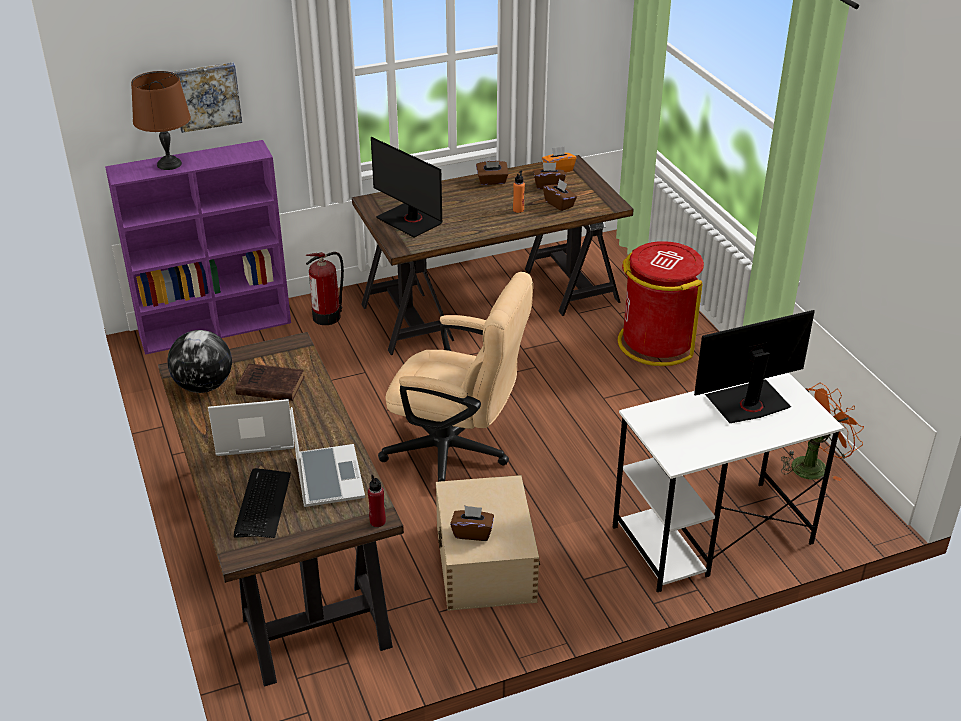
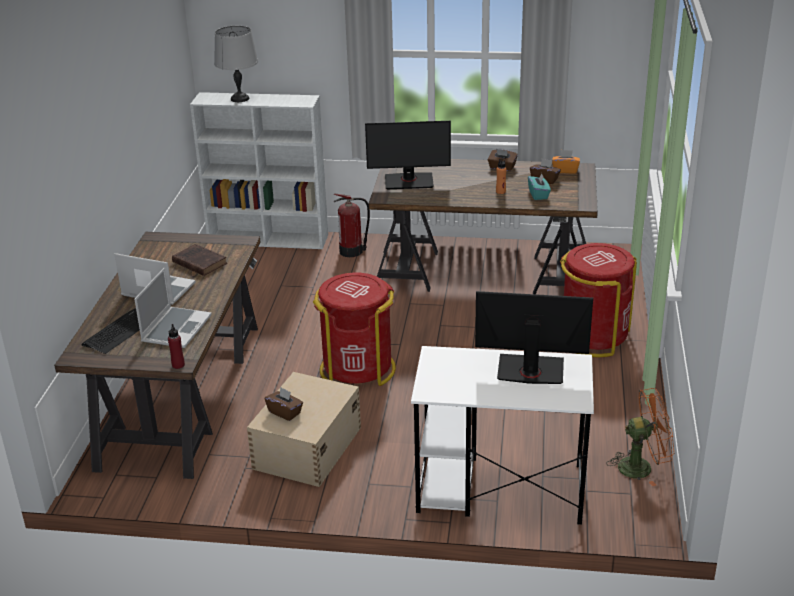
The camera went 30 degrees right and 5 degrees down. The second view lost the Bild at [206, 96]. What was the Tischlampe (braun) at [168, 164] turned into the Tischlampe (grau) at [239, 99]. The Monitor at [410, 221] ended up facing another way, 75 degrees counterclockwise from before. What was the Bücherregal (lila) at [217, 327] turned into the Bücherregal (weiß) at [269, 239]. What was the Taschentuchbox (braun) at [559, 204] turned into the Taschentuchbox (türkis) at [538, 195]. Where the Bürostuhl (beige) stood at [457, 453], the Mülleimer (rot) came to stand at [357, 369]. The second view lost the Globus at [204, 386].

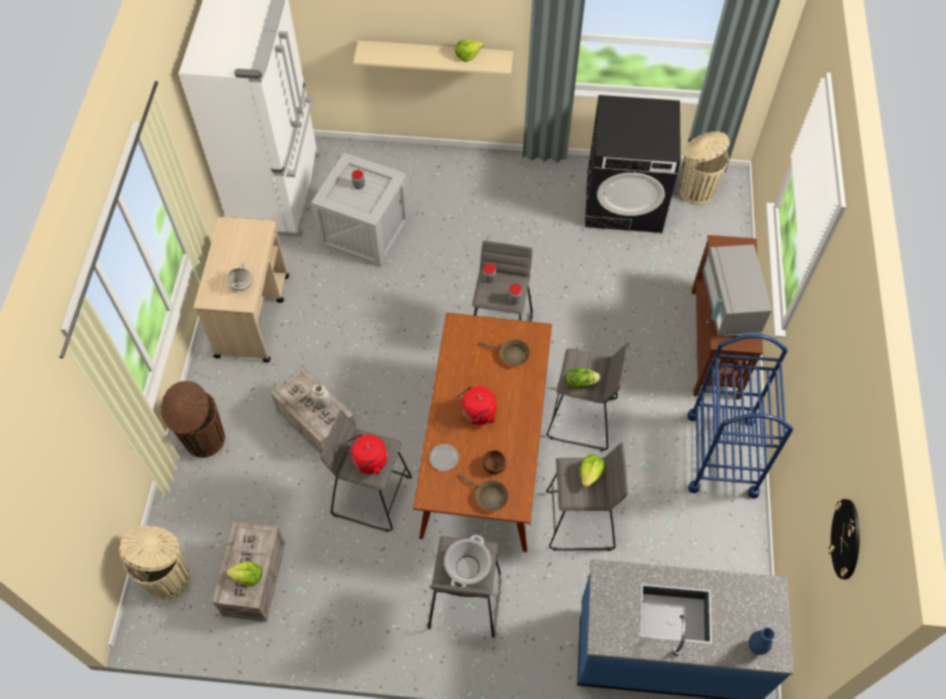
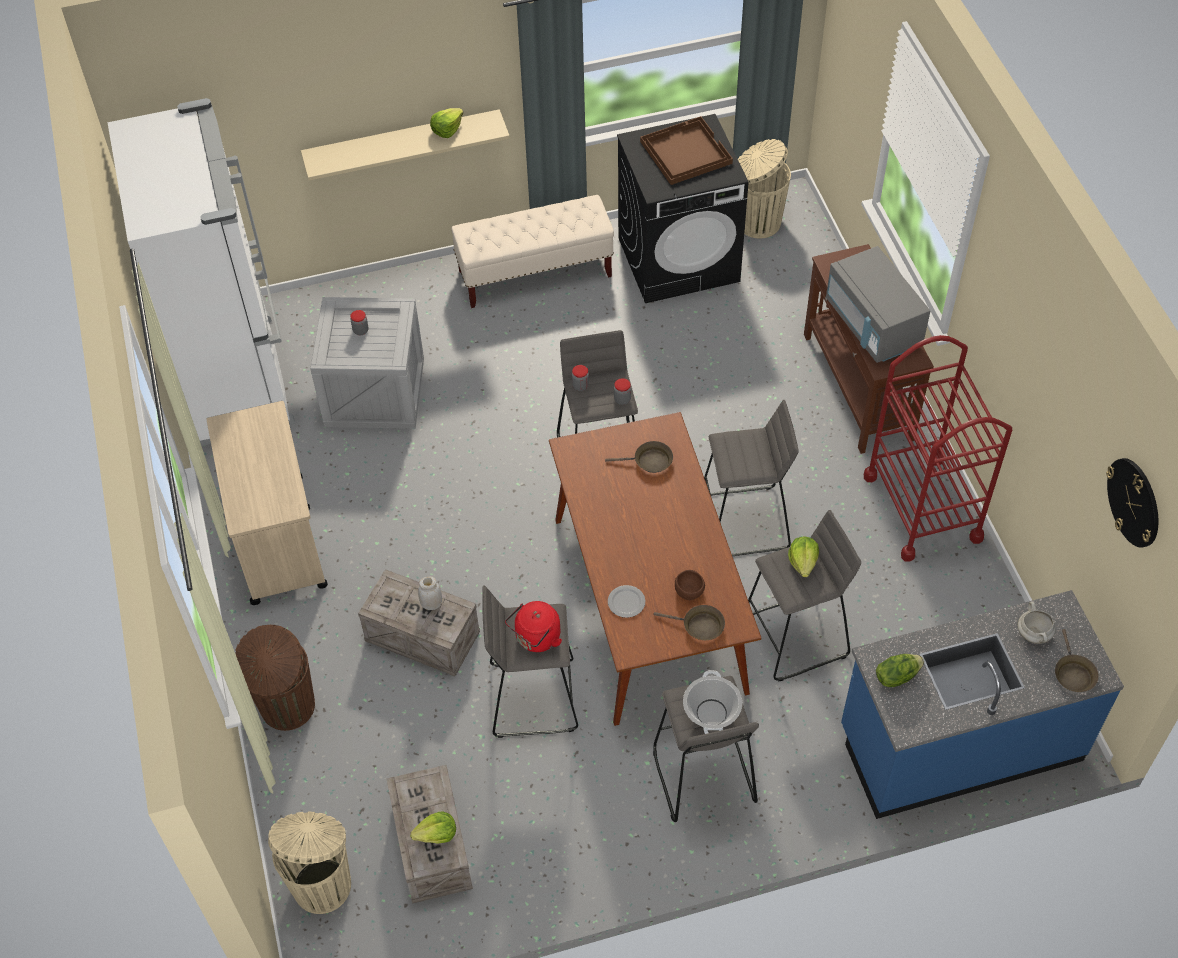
The camera went 20 degrees left and 5 degrees down. The Kochtopf (weiß) ended up elsewhere, having gone from [241, 285] to [1034, 634]. What was the Rollwagen (blau) at [722, 454] turned into the Rollwagen (rot) at [922, 507]. The Salatkopf ended up elsewhere, having gone from [580, 382] to [896, 676]. The second view lost the Wasserkessel (rot) at [477, 414]. Where the Vase (blau) stood at [756, 647], the Pfanne (braun) came to stand at [1073, 673]. The second view gained the Tablett (braun) at [685, 152]. The second view gained the Bank (beige) at [535, 274].

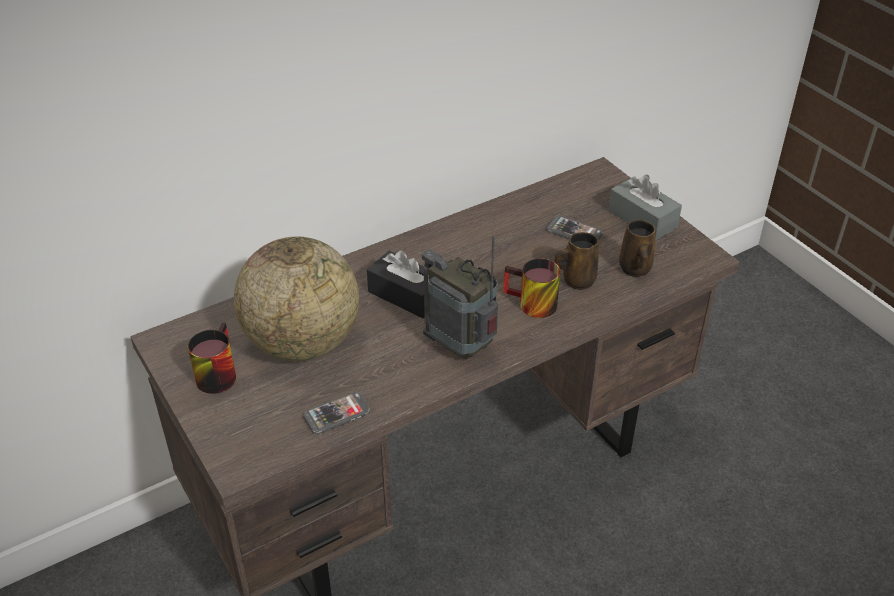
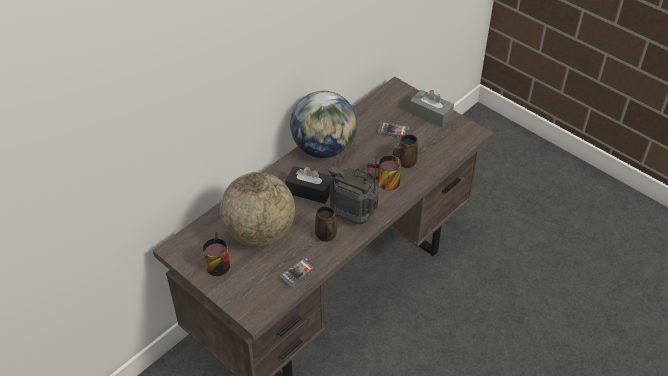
The camera went 15 degrees left and 5 degrees up. The Henkelbecher (braun) ended up elsewhere, having gone from [635, 269] to [326, 235]. The second view gained the Globus at [324, 148].

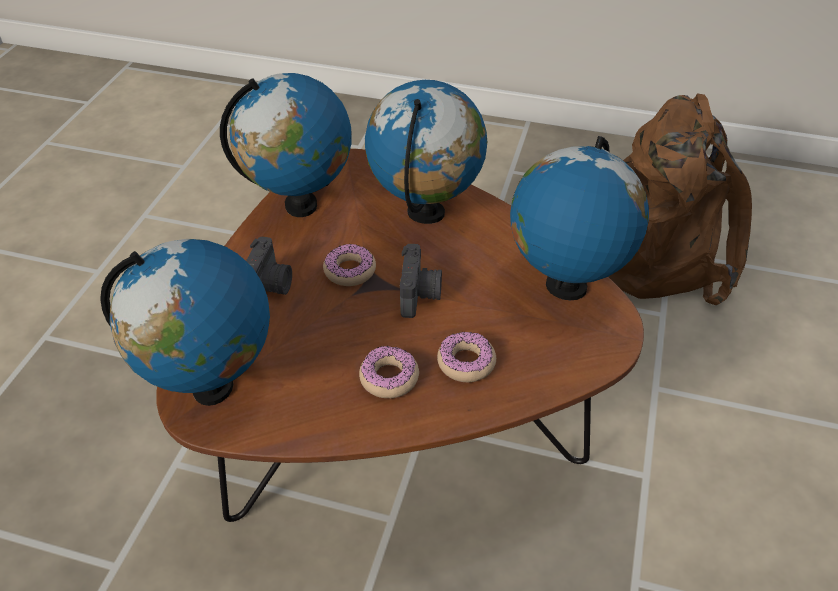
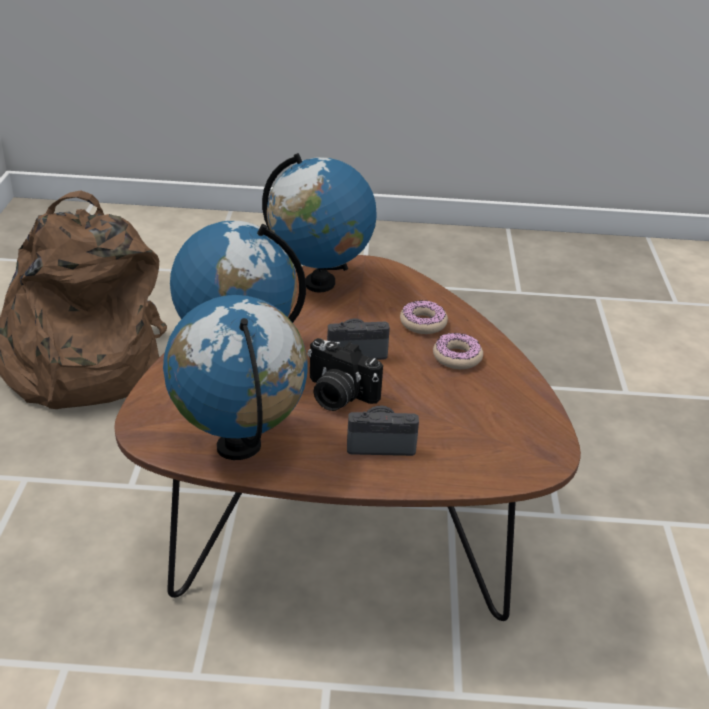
The camera went 105 degrees left and 10 degrees down. The second view lost the Globus at [212, 387]. Where the Donut stood at [350, 271], the Kamera came to stand at [337, 395].

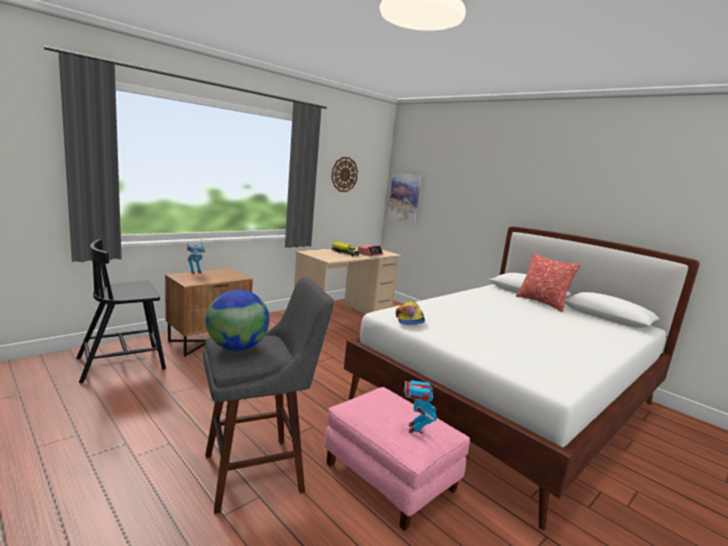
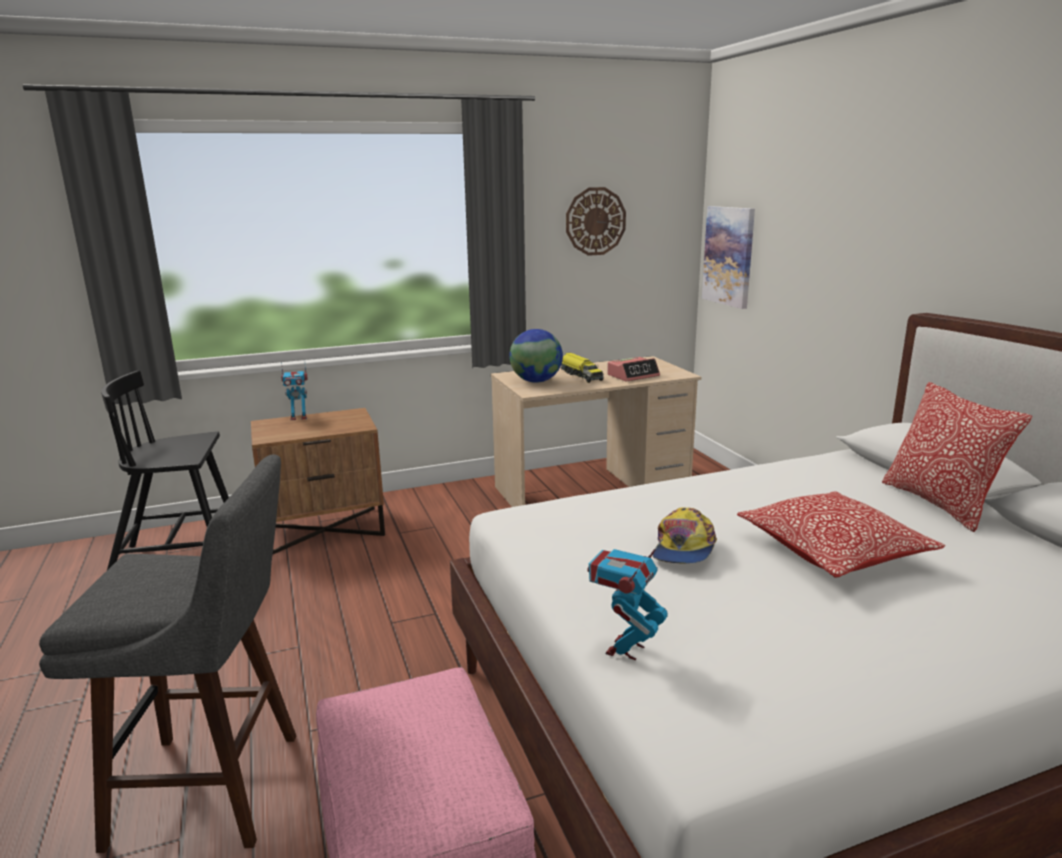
The camera went 25 degrees right and 5 degrees up. The Globus ended up elsewhere, having gone from [237, 348] to [536, 381]. The Kappe ended up elsewhere, having gone from [409, 319] to [683, 548]. The Spielzeugroboter ended up elsewhere, having gone from [415, 429] to [625, 649]. The second view gained the Kissen at [832, 552].

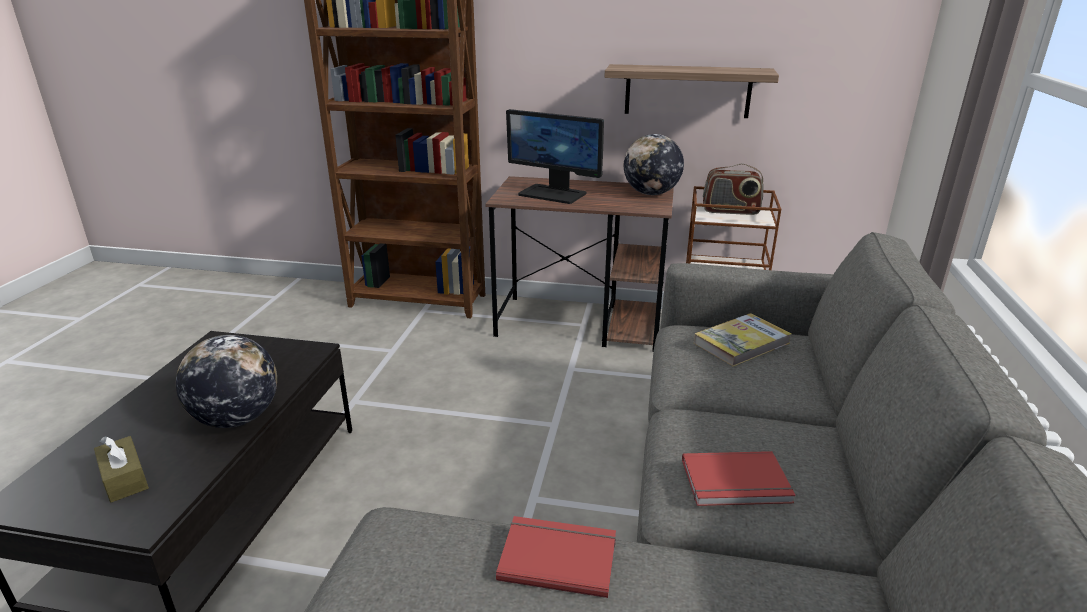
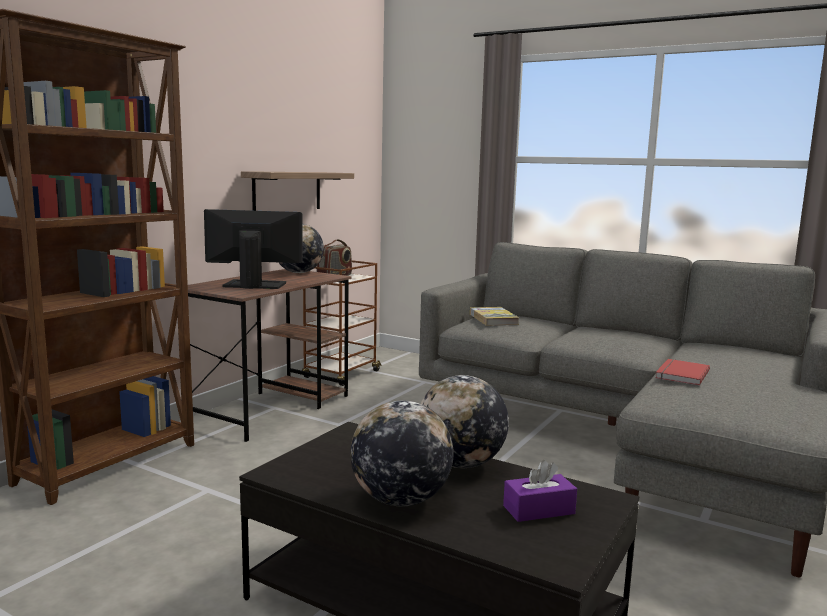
The camera went 70 degrees left and 15 degrees down. The Monitor at [553, 194] ended up facing another way, 135 degrees counterclockwise from before. What was the Taschentuchbox (braun) at [124, 478] turned into the Taschentuchbox (lila) at [539, 510]. The second view lost the Buch (rot) at [737, 483]. The second view gained the Globus at [400, 500].

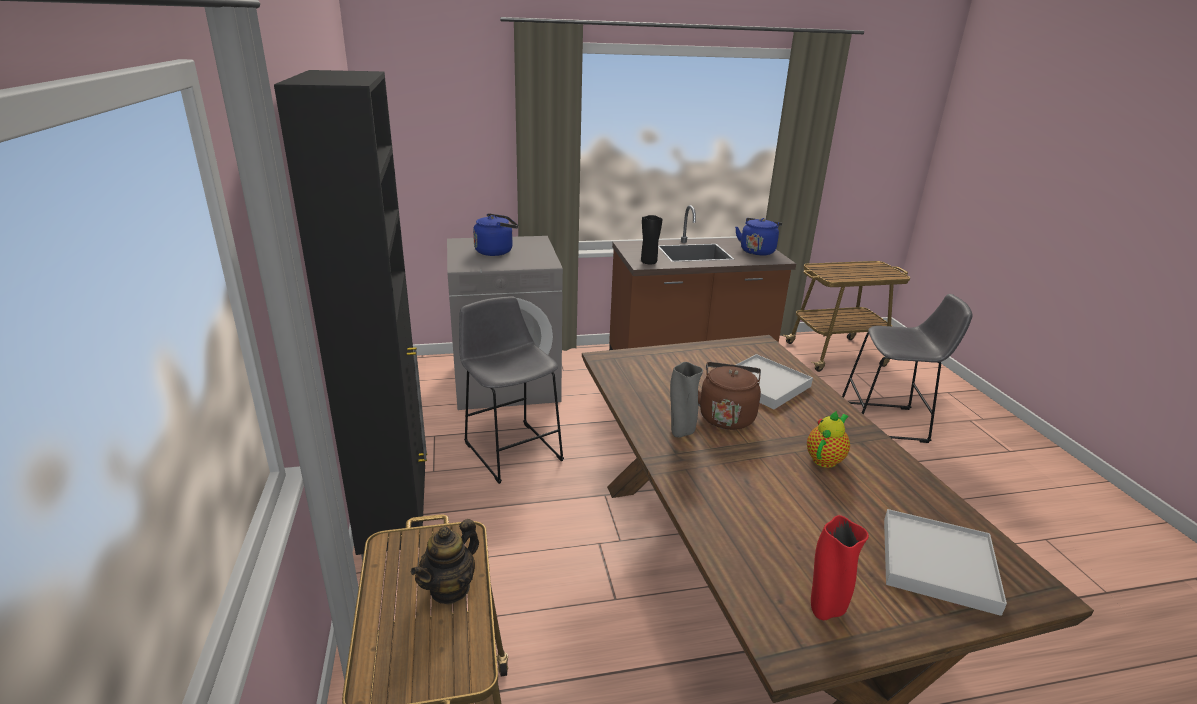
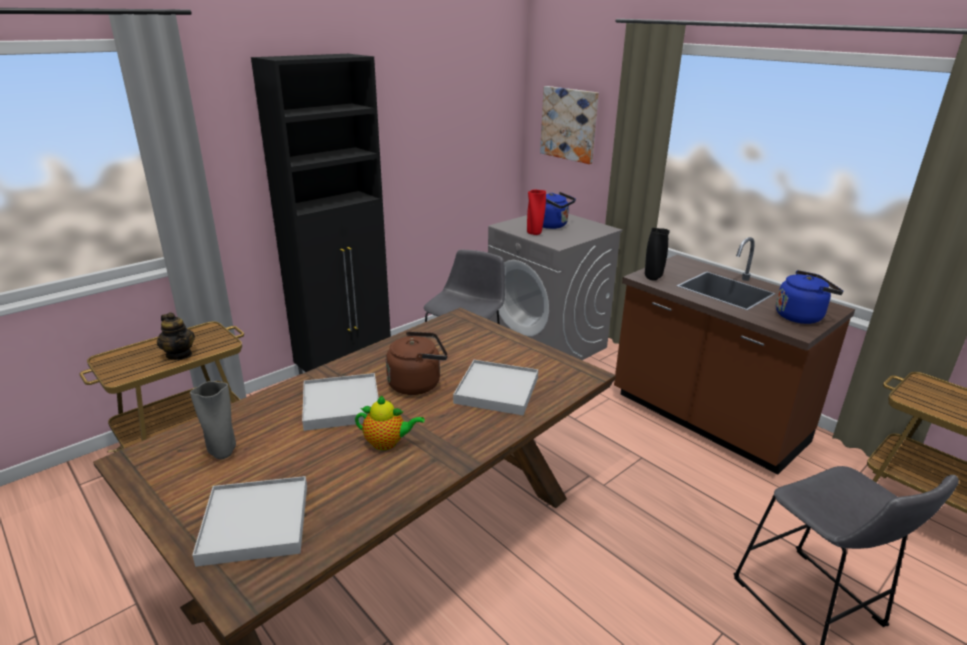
The camera went 60 degrees right and 0 degrees up. The Vase (grau) ended up elsewhere, having gone from [681, 432] to [222, 453]. The Vase (rot) ended up elsewhere, having gone from [825, 610] to [534, 233]. The Teekanne at [450, 588] ended up facing another way, 135 degrees counterclockwise from before. The second view gained the Bild at [569, 124]. The second view gained the Tablett (weiß) at [341, 405].

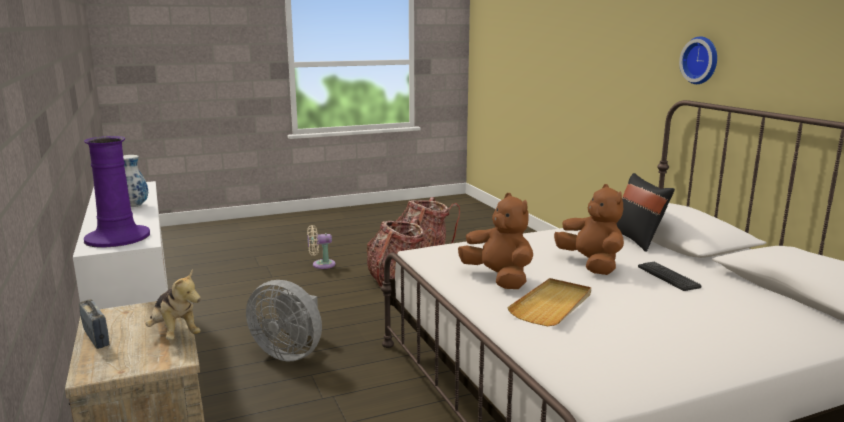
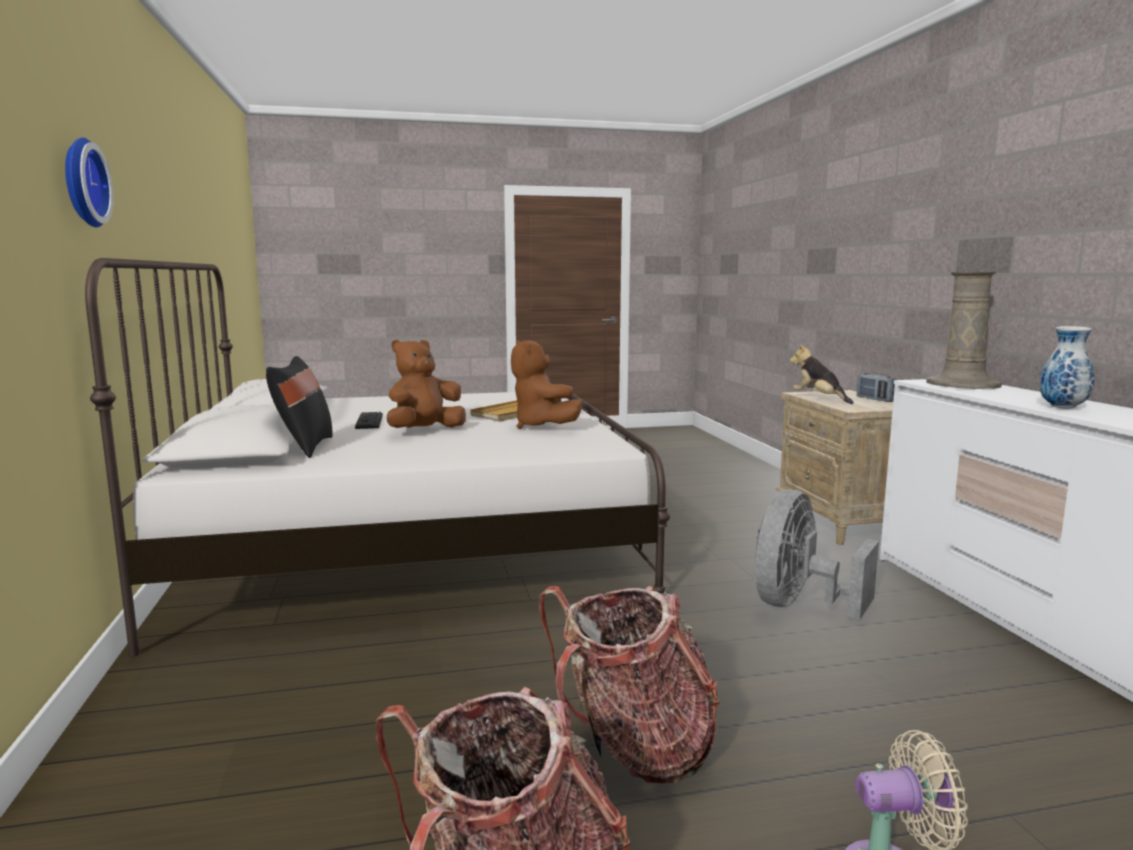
The camera went 170 degrees left and 5 degrees down. What was the Vase (lila) at [117, 237] turned into the Vase (beige) at [963, 384]. The Plüschtier (braun) at [591, 265] ended up facing another way, 60 degrees clockwise from before. The Ventilator (grau) at [289, 353] ended up facing another way, 90 degrees counterclockwise from before.

